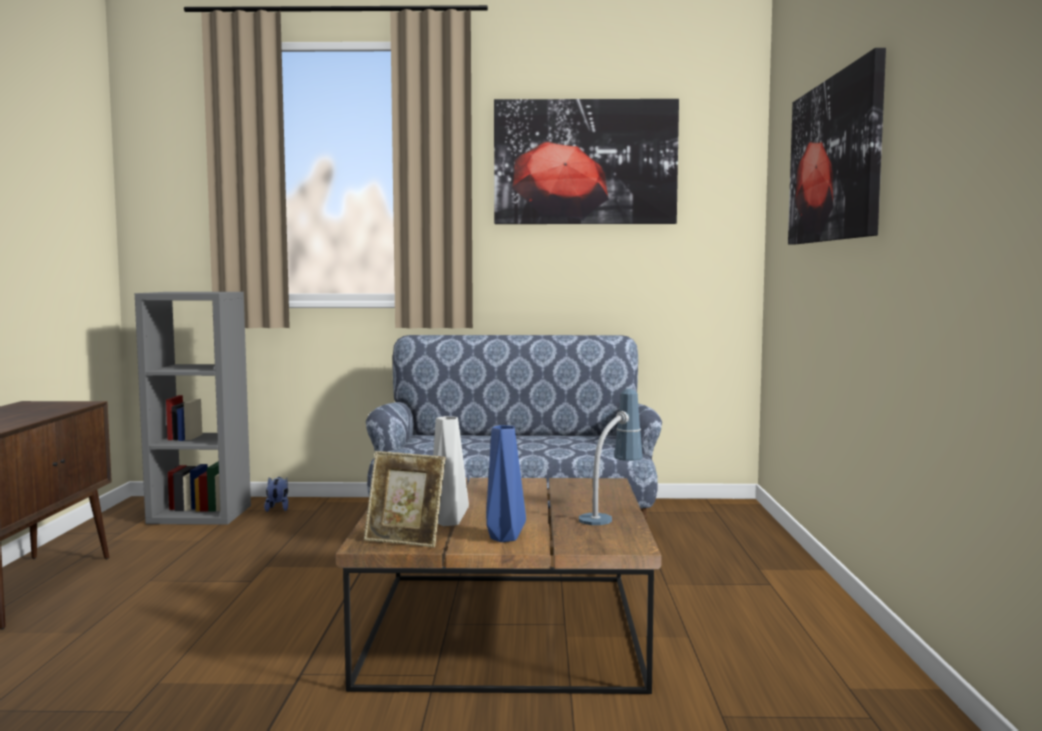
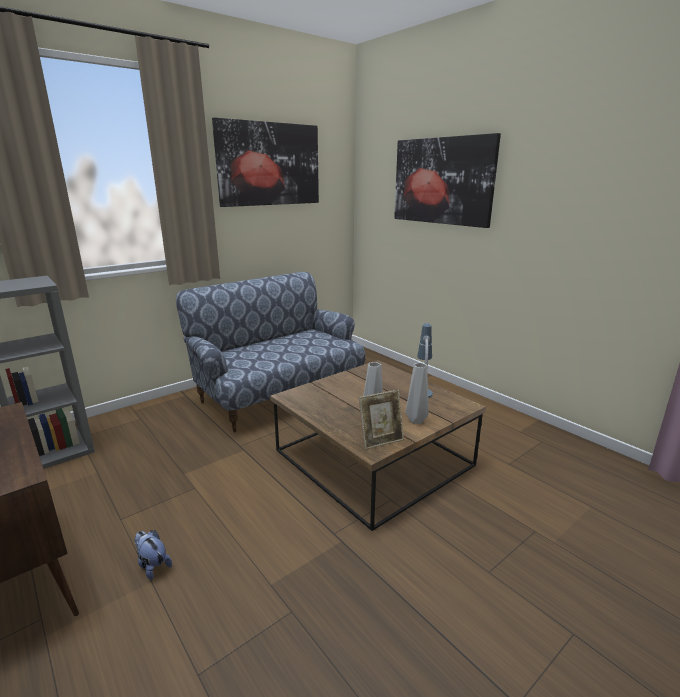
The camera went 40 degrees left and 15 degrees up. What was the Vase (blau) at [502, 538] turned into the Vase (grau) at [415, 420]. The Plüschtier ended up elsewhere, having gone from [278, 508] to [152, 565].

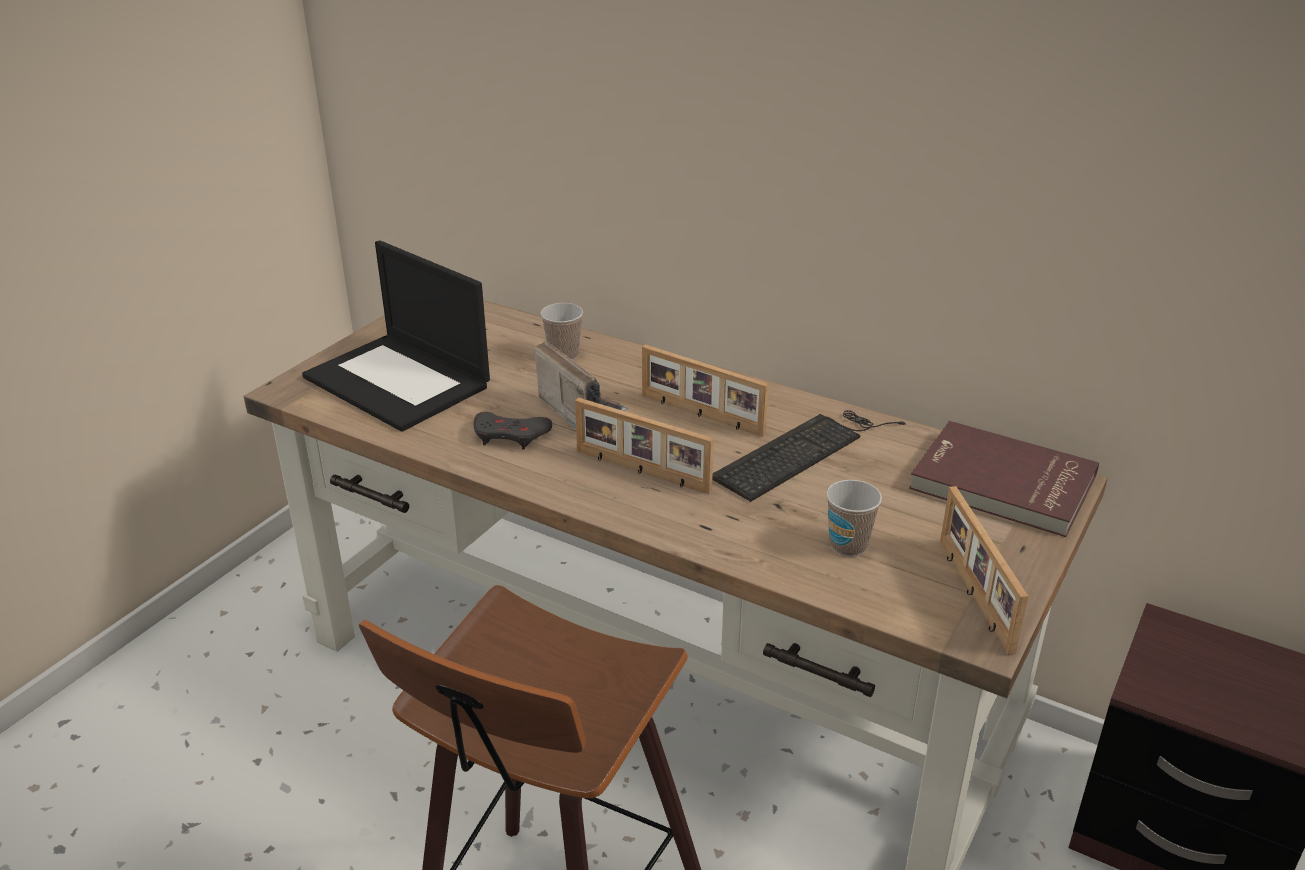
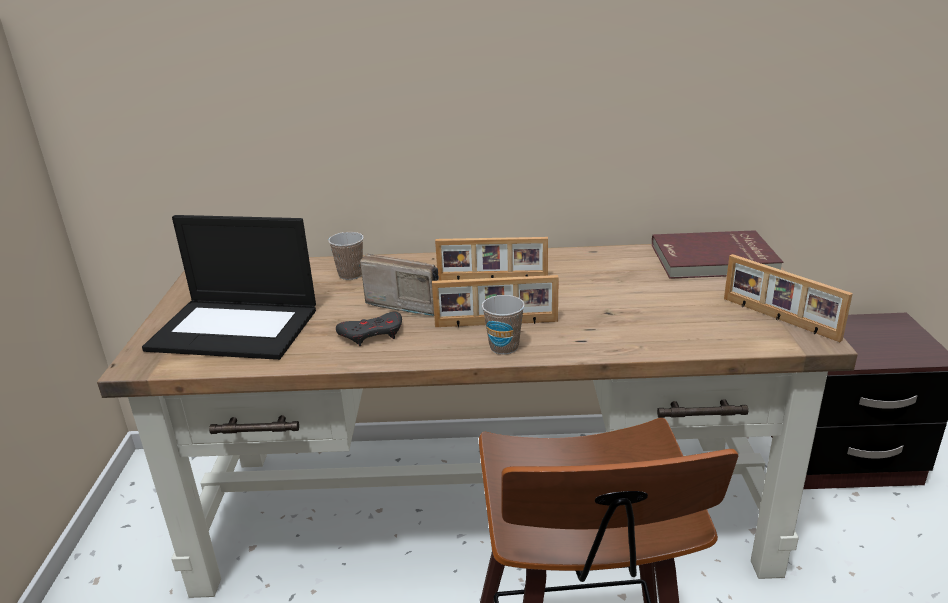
The camera went 30 degrees left and 5 degrees down. The second view lost the Tastatur at [804, 451]. The Tasse ended up elsewhere, having gone from [848, 546] to [504, 347].

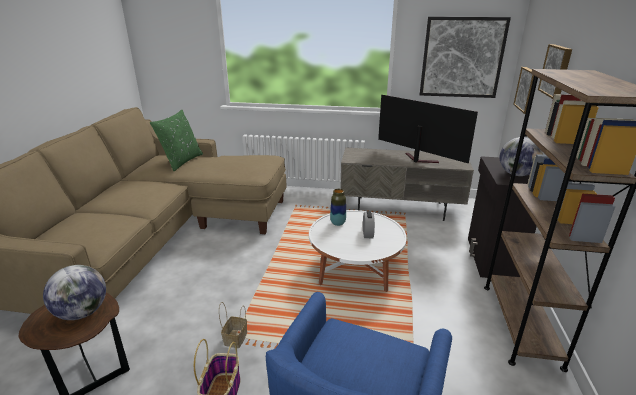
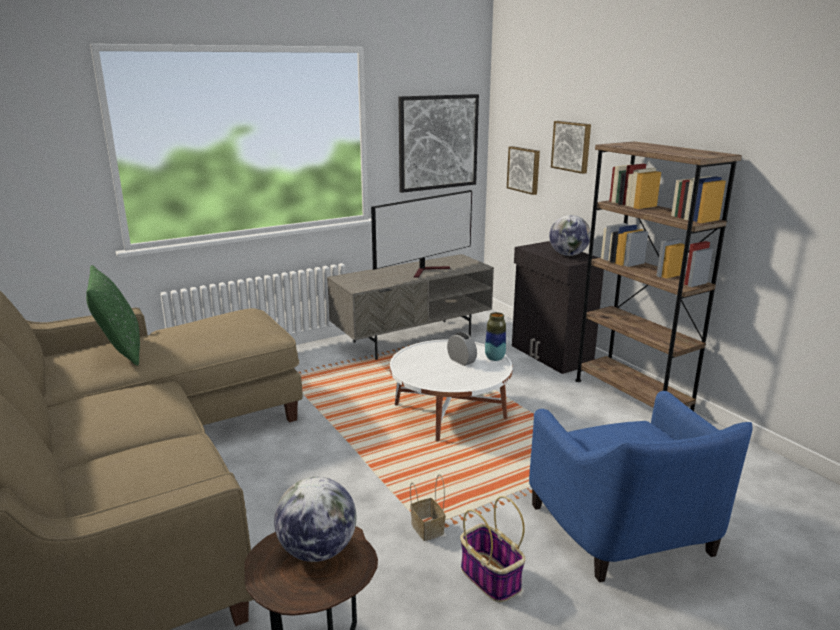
The camera went 40 degrees left and 5 degrees down. The Fernseher at [417, 159] ended up facing another way, 135 degrees clockwise from before. The Vase ended up elsewhere, having gone from [338, 223] to [494, 358].

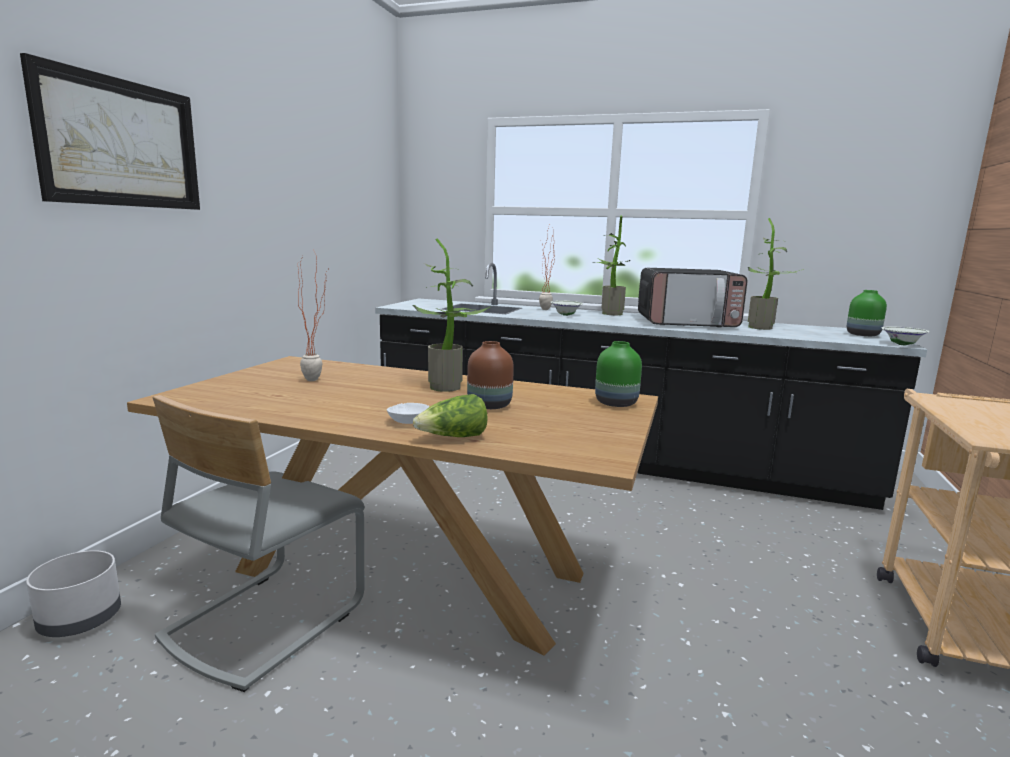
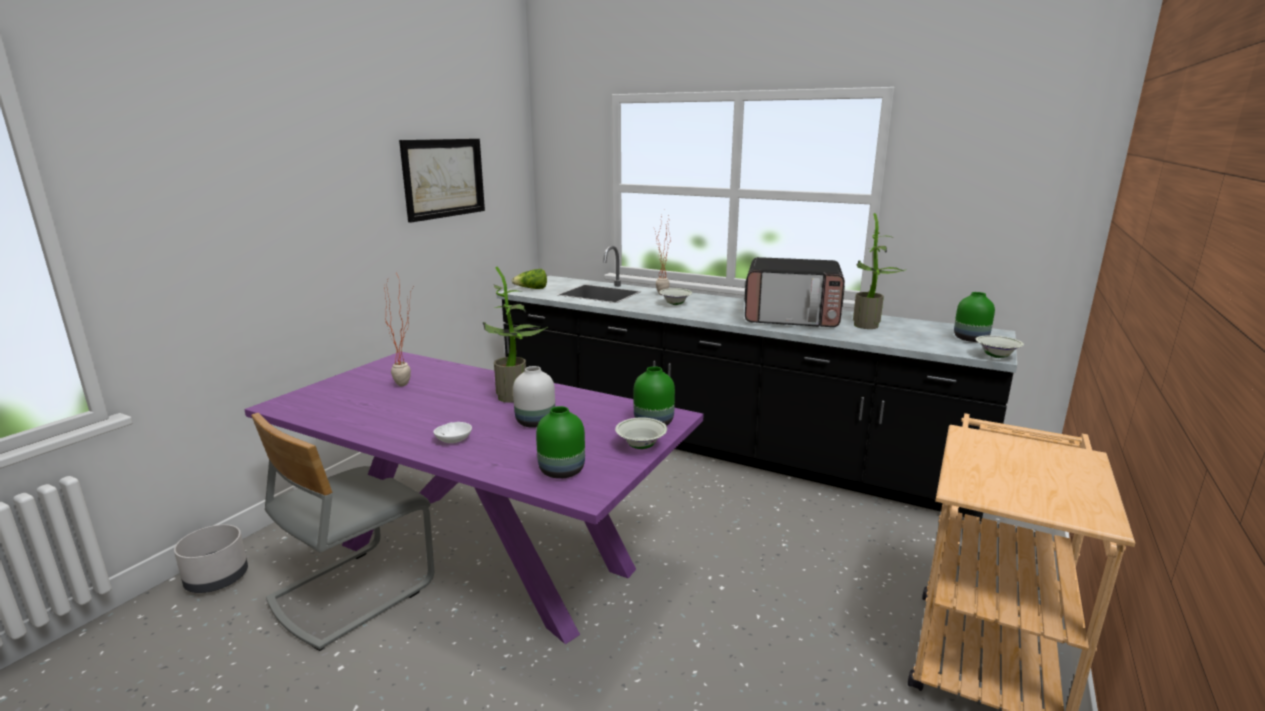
The camera went 10 degrees right and 5 degrees up. The Bild ended up elsewhere, having gone from [121, 143] to [443, 178]. The second view lost the Topfpflanze at [608, 313]. What was the Vase (braun) at [488, 406] turned into the Vase (weiß) at [534, 422]. What was the Esstisch (braun) at [412, 571] turned into the Esstisch (lila) at [486, 556]. The Salatkopf ended up elsewhere, having gone from [453, 437] to [531, 289]. The second view gained the Vase (grün) at [562, 470]. The second view gained the Schüssel (weiß) at [641, 446].

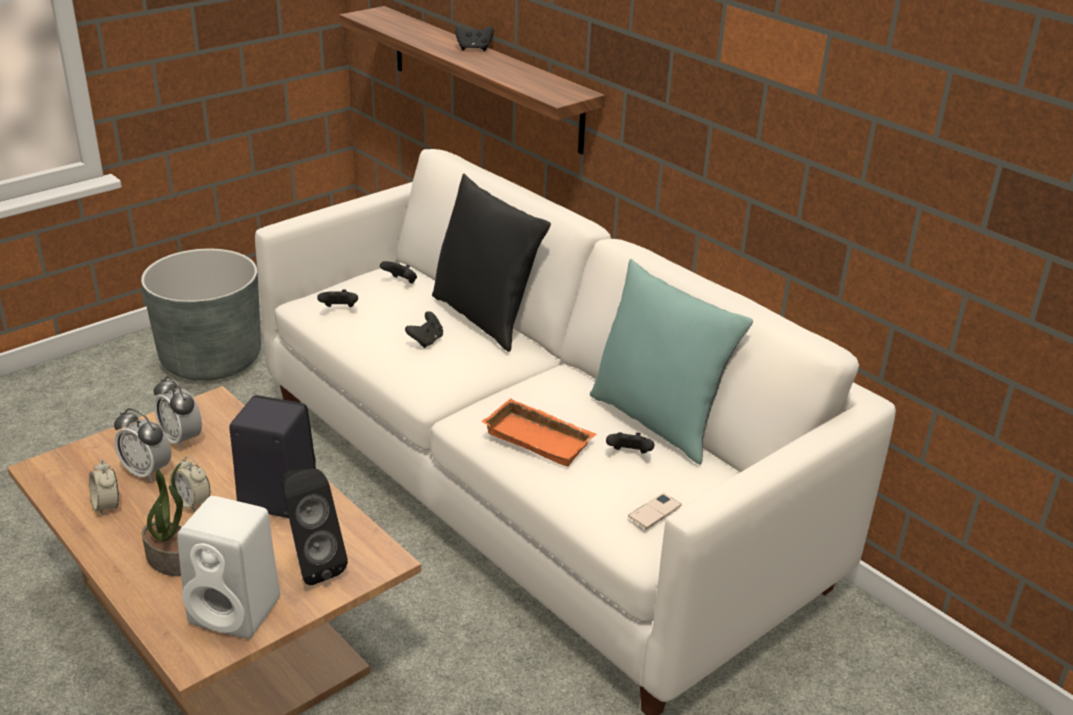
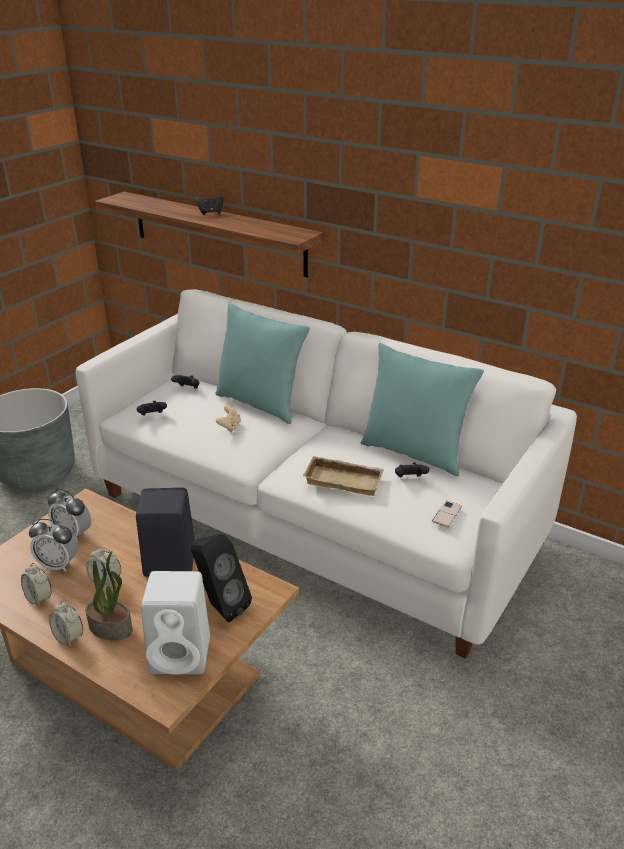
The camera went 15 degrees left and 0 degrees up. What was the Kissen (schwarz) at [485, 317] turned into the Kissen (türkis) at [260, 403]. What was the Gamepad (schwarz) at [426, 341] turned into the Gamepad (beige) at [229, 427]. What was the Tablett (orange) at [541, 438] turned into the Tablett (beige) at [345, 479]. The second view gained the Wecker at [69, 637].

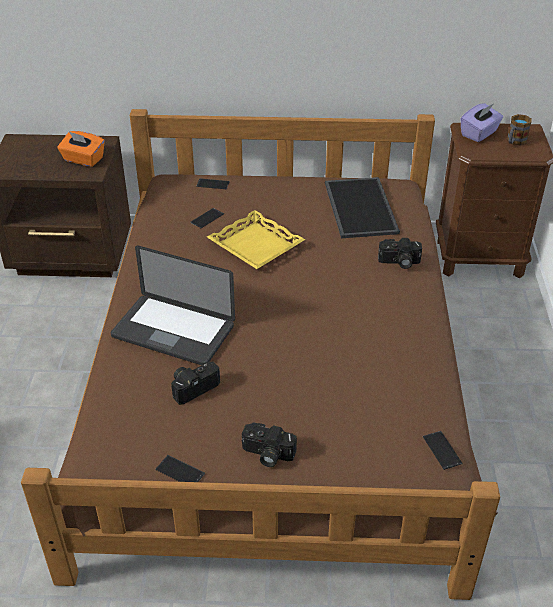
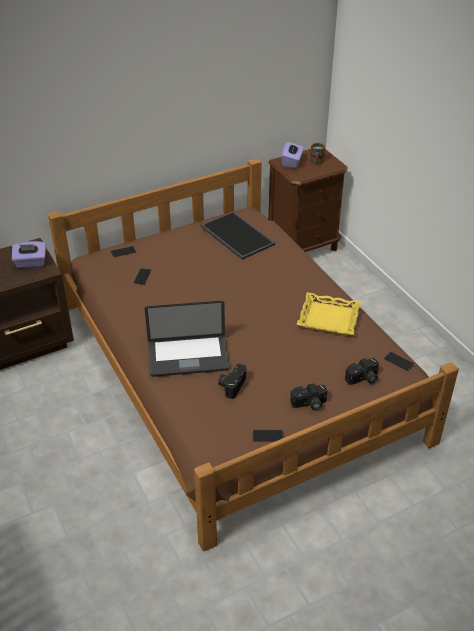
The camera went 30 degrees left and 0 degrees up. What was the Taschentuchbox (orange) at [83, 160] turned into the Taschentuchbox (lila) at [31, 263]. The Tablett (gelb) ended up elsewhere, having gone from [256, 245] to [329, 318]. The Kamera ended up elsewhere, having gone from [399, 262] to [363, 379].

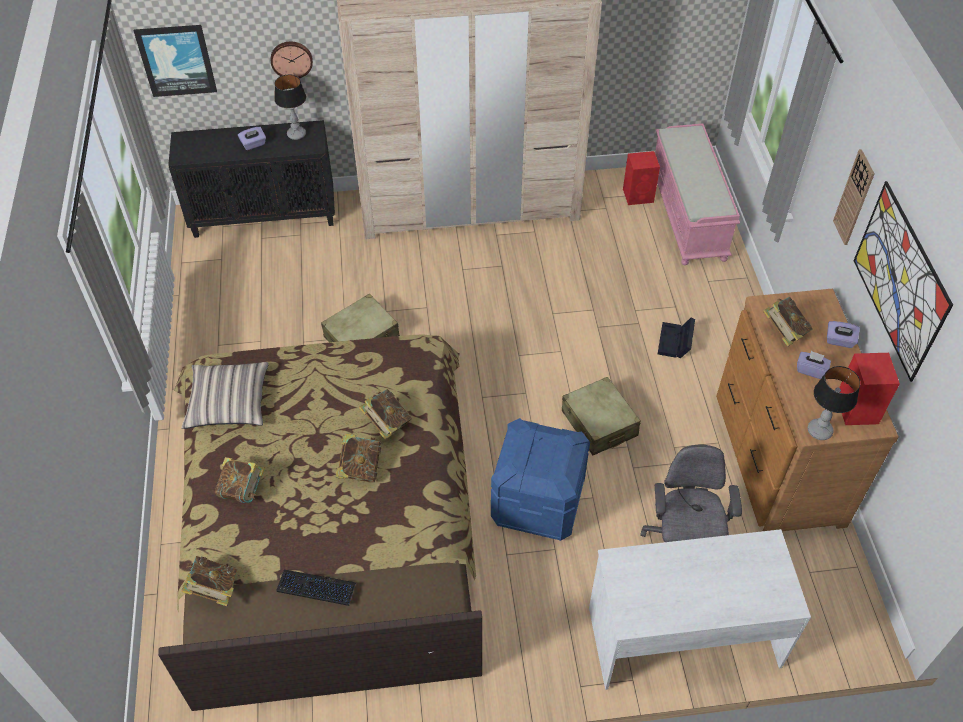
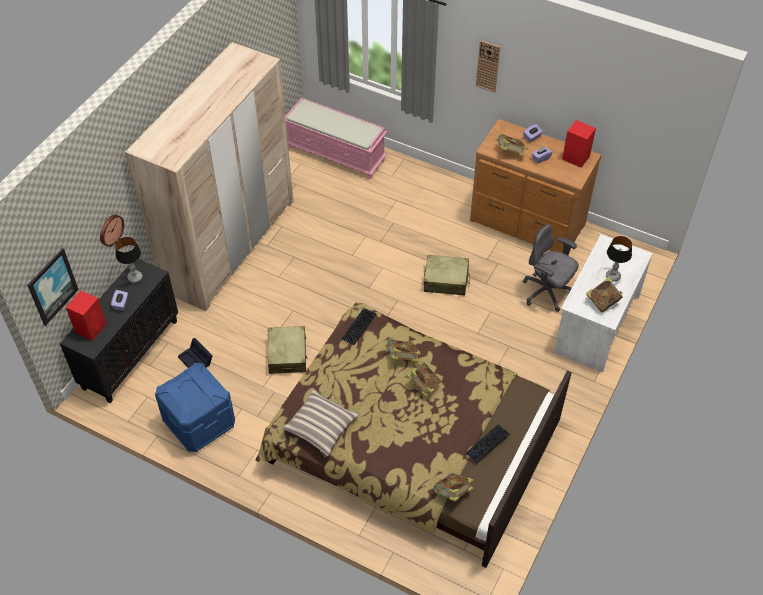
The camera went 55 degrees left and 0 degrees up. The Lautsprecher (rot) ended up elsewhere, having gone from [639, 195] to [91, 328]. The second view lost the Bild at [899, 280]. The Aufbewahrungsbox (schwarz) ended up elsewhere, having gone from [675, 343] to [197, 360]. The Tischlampe ended up elsewhere, having gone from [820, 431] to [613, 276]. The Aufbewahrungsbox (blau) ended up elsewhere, having gone from [537, 501] to [199, 423]. The Buch ended up elsewhere, having gone from [243, 490] to [602, 302]. The second view gained the Tastatur at [359, 327].

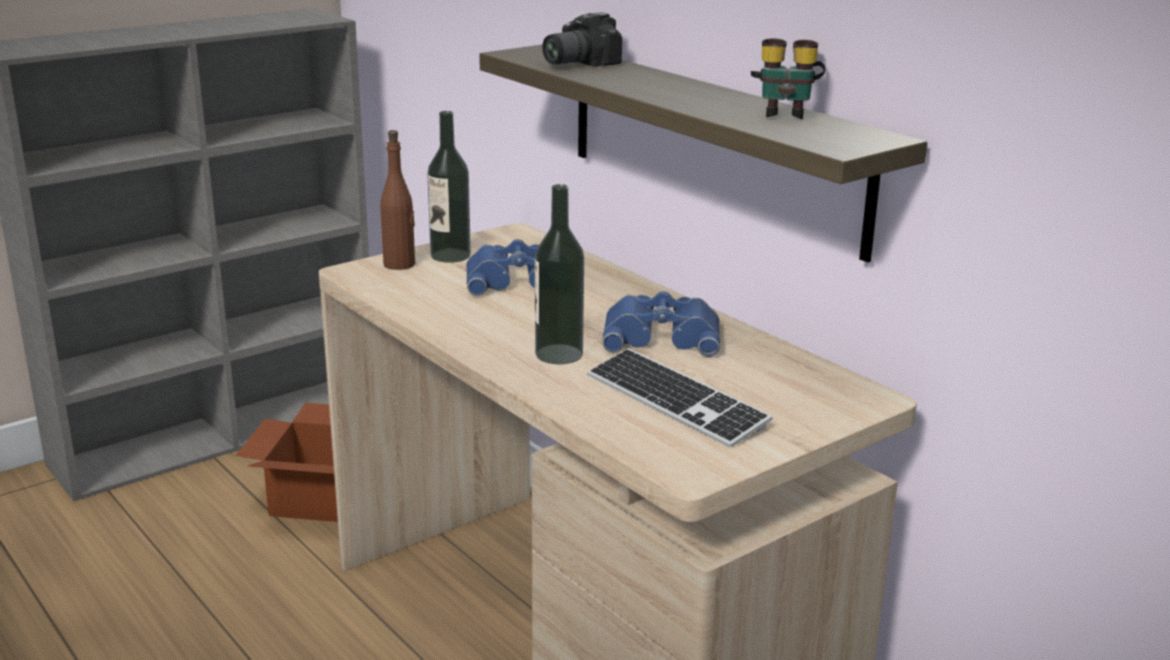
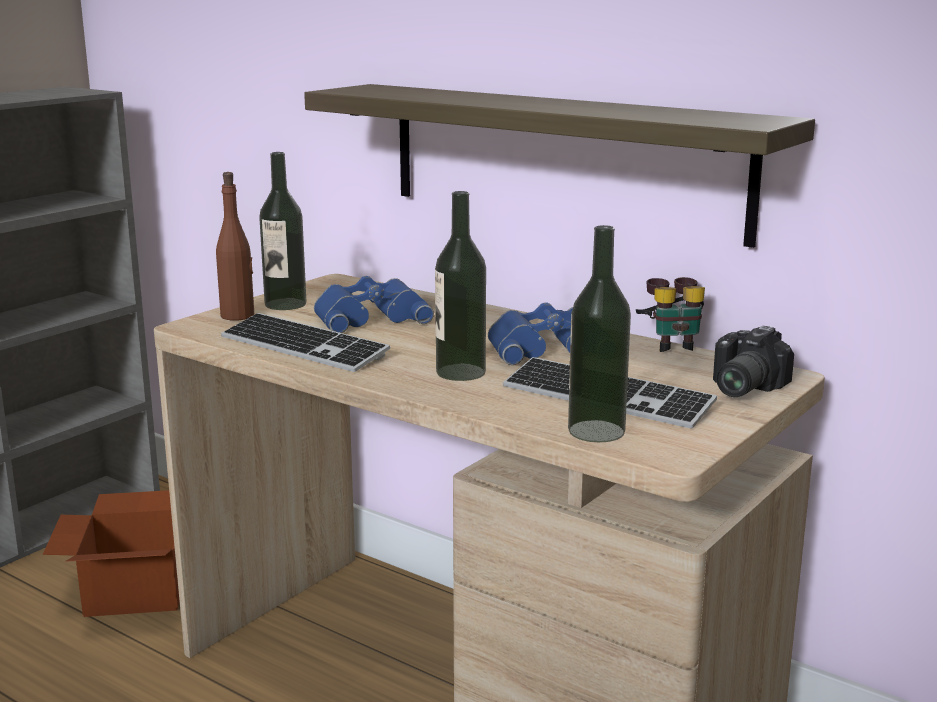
The camera went 15 degrees left and 5 degrees down. The Kamera ended up elsewhere, having gone from [575, 63] to [739, 387]. The Fernglas ended up elsewhere, having gone from [784, 113] to [670, 344]. The second view gained the Flasche at [596, 431]. The second view gained the Tastatur at [303, 347].

